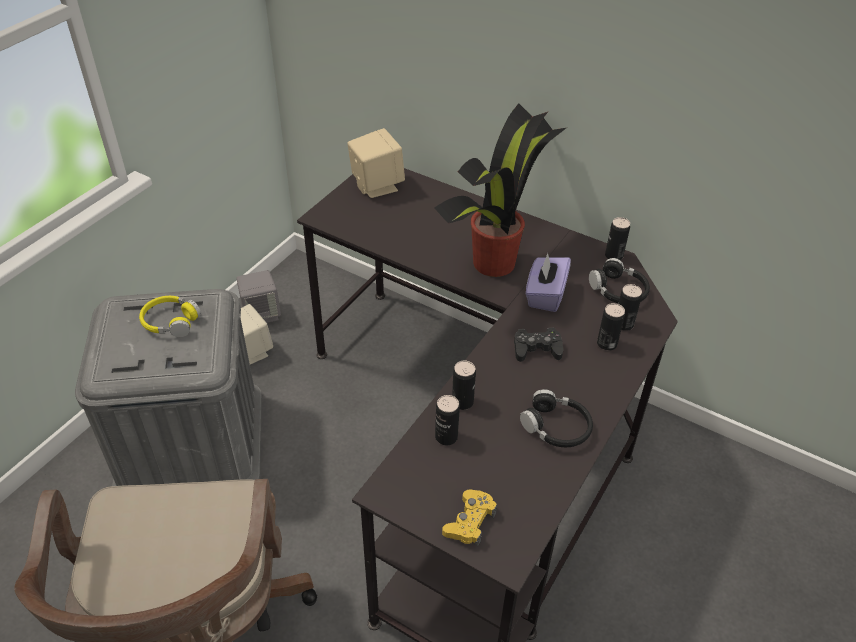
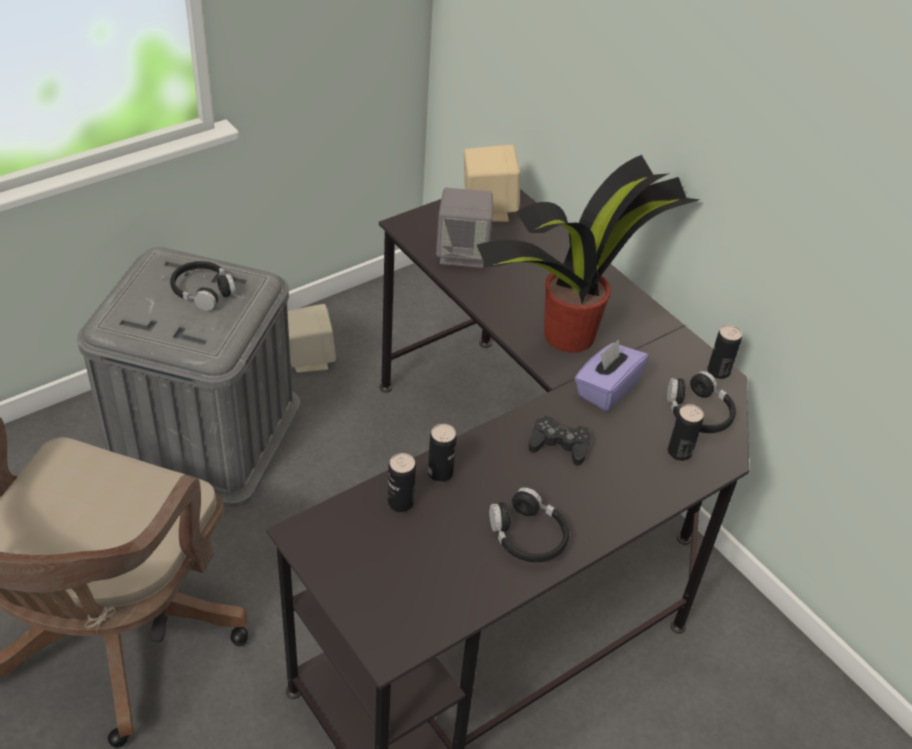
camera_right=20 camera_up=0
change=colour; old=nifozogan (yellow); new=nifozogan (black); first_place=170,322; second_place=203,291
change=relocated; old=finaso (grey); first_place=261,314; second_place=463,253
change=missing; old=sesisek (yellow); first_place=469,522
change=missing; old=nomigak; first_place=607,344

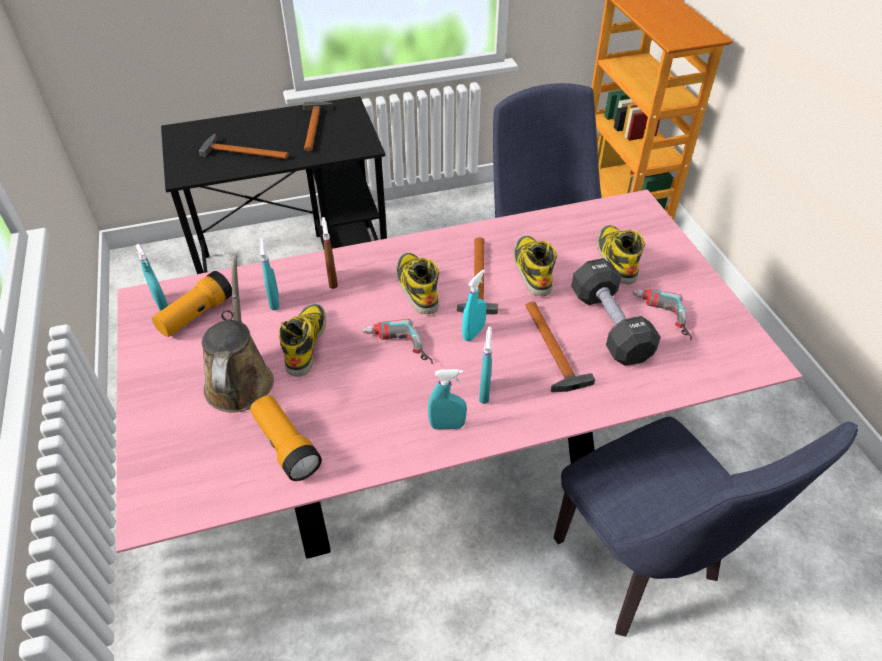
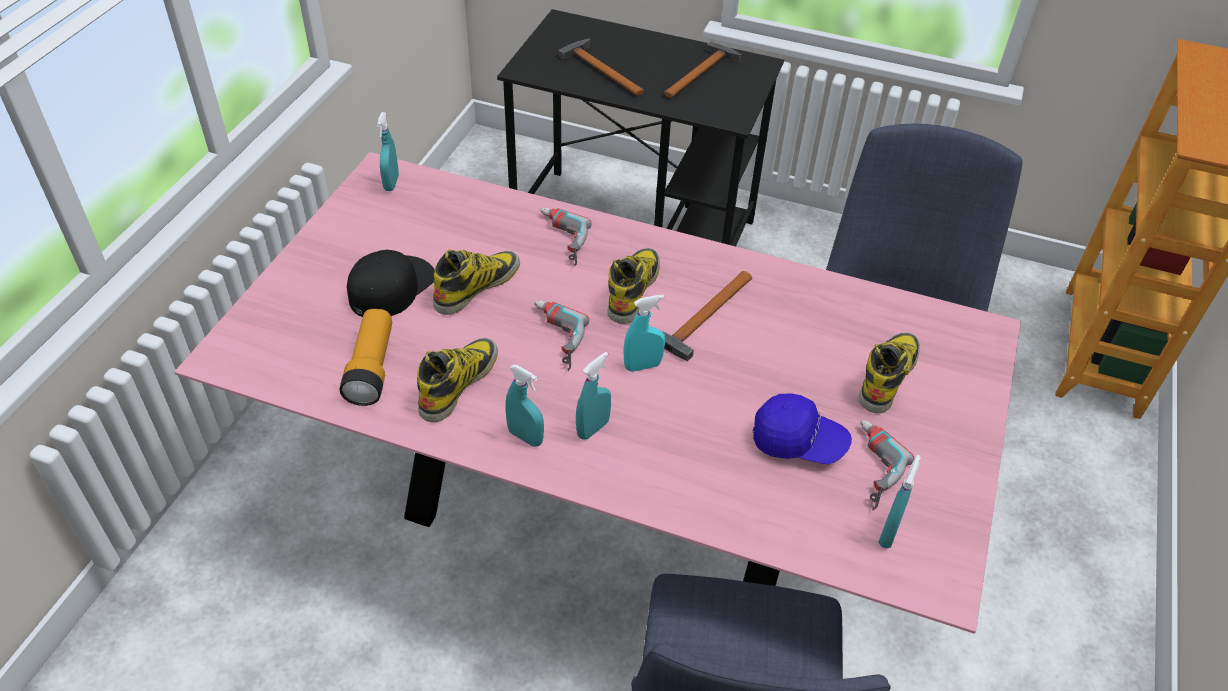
camera_right=35 camera_up=0
change=exchanged; old=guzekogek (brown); new=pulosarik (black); first_place=240,378; second_place=391,286
change=relocated; old=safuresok; first_place=531,269; second_place=458,383
change=exchanged; old=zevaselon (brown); new=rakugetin; first_place=332,280; second_place=558,240
change=exchanged; old=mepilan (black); new=pulosarik (blue); first_place=610,325; second_place=798,441
change=relocated; old=zevaselon (turquoise); first_place=274,301; second_place=888,533
change=missing; old=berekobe; first_place=196,315
change=missing; old=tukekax; first_place=553,351

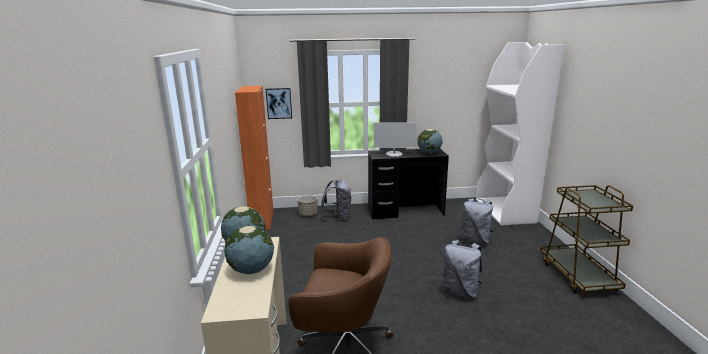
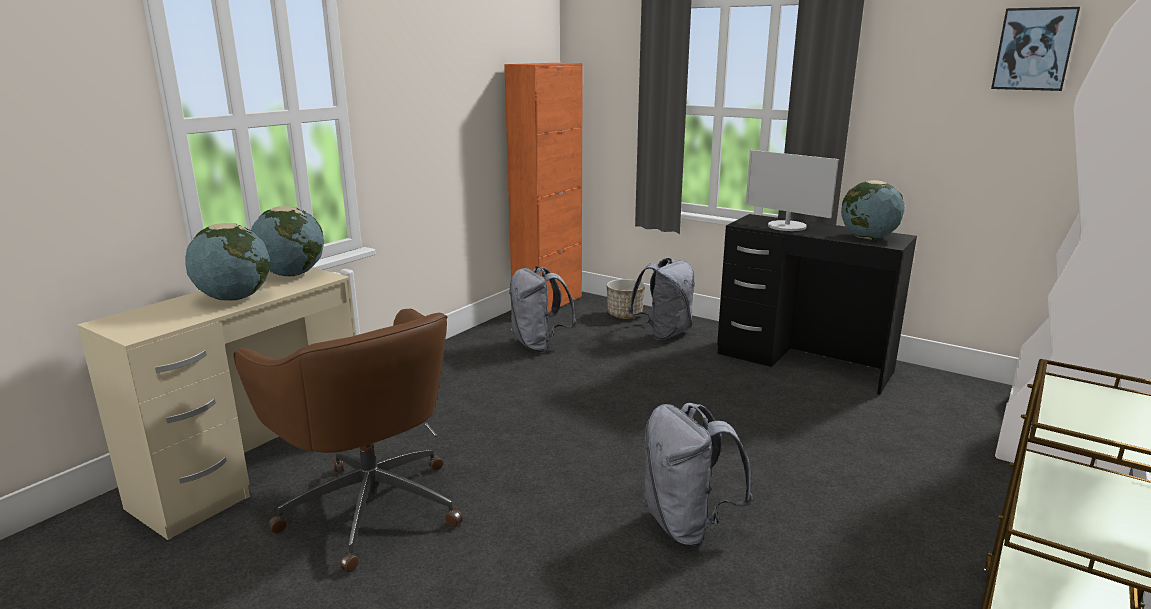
camera_right=40 camera_up=0
change=relocated; old=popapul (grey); first_place=475,240; second_place=539,345
change=relocated; old=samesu; first_place=279,103; second_place=1034,49

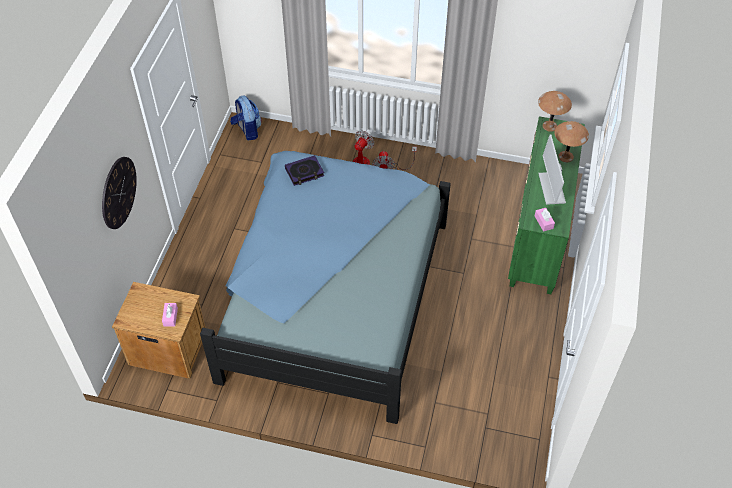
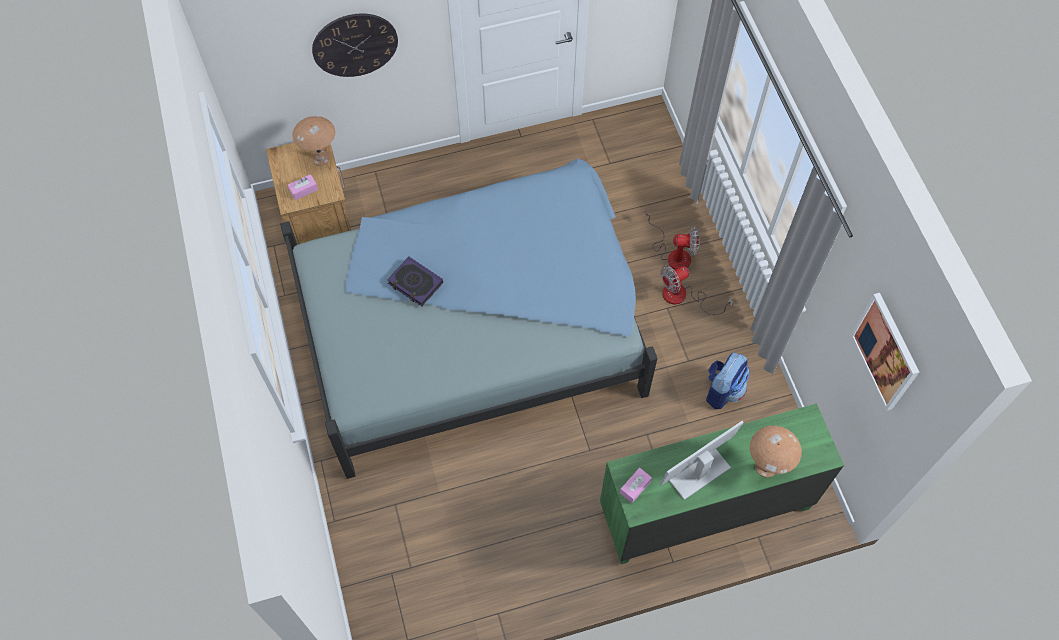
camera_right=60 camera_up=10
change=relocated; old=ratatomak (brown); first_place=550,126; second_place=320,158
change=relocated; old=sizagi; first_place=304,172; second_place=415,283
change=relocated; old=popapul; first_place=247,130; second_place=722,390
change=appeared; new=samesu; second_place=886,351

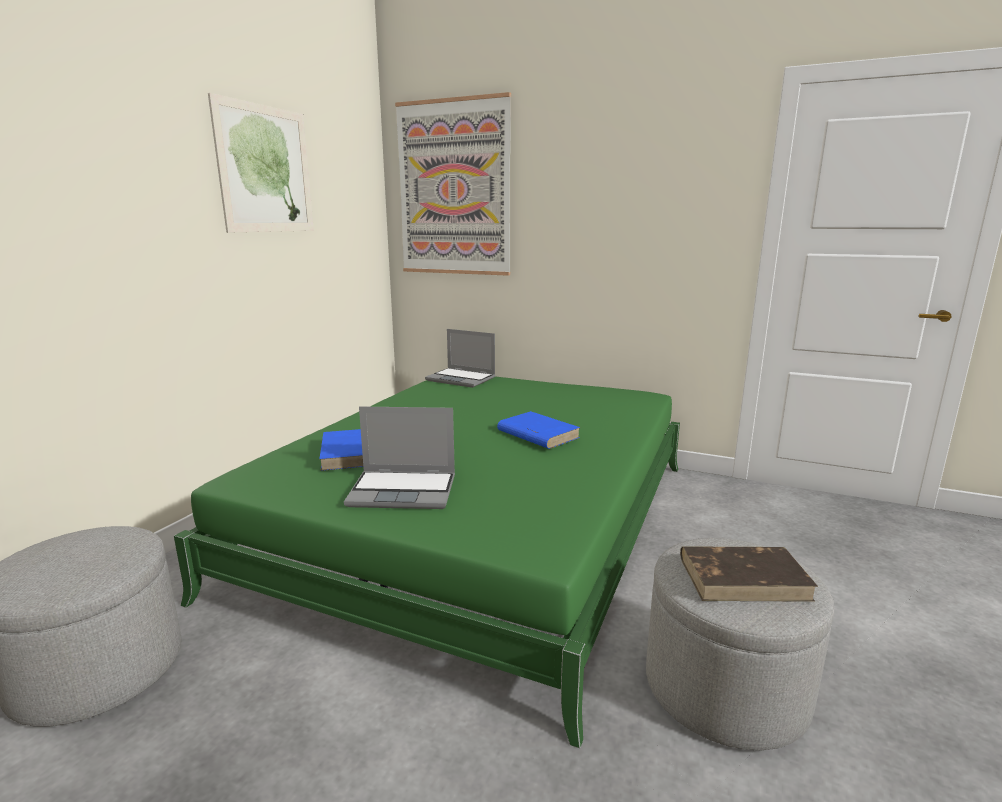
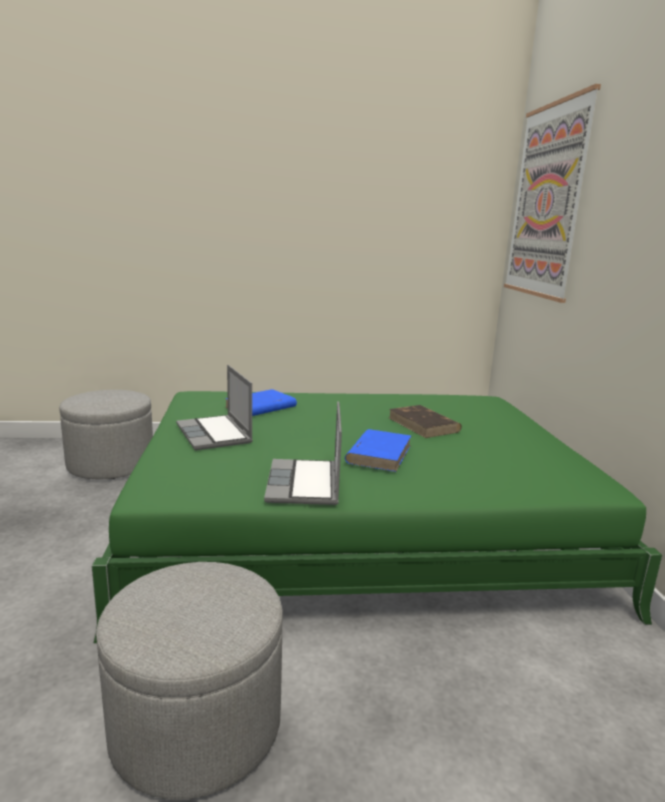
camera_right=60 camera_up=0
change=relocated; old=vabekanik; first_place=462,379; second_place=305,484
change=relocated; old=sizagi (brown); first_place=744,578; second_place=424,425
change=missing; old=samesu; first_place=266,169

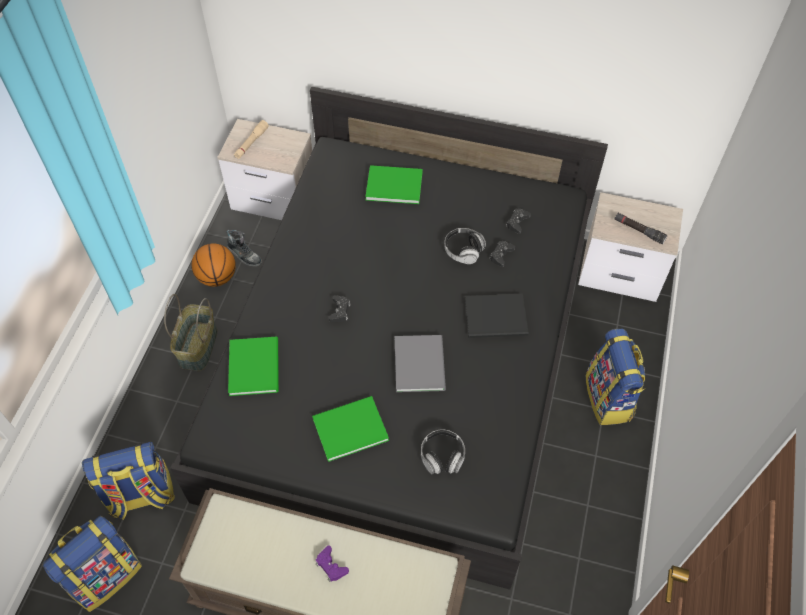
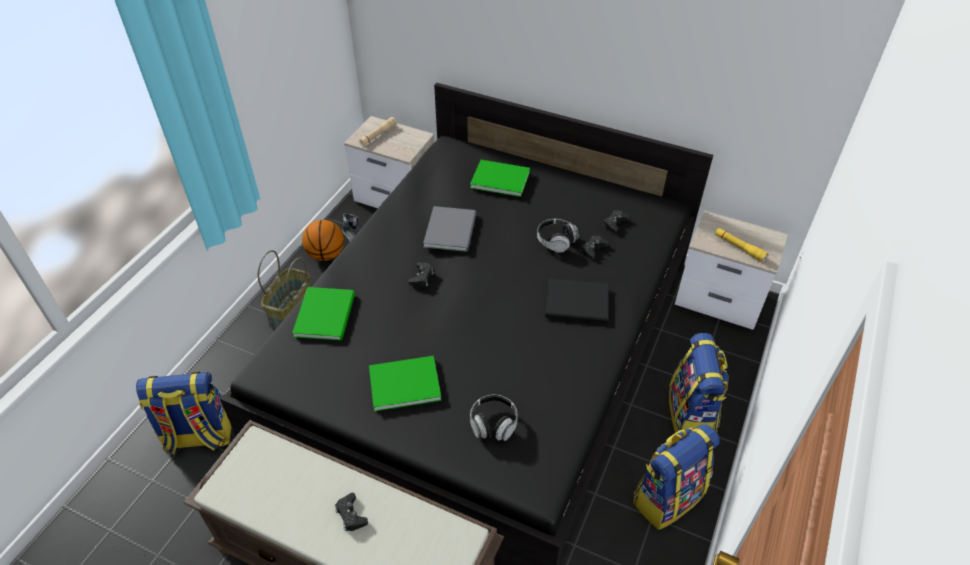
camera_right=10 camera_up=-10
change=colour; old=sesisek (purple); new=sesisek (black); first_place=331,566; second_place=351,515
change=relocated; old=sizagi (grey); first_place=421,362; second_place=452,229
change=relocated; old=popapul; first_place=105,574; second_place=667,497
change=colour; old=berekobe (black); new=berekobe (yellow); first_place=639,231; second_place=739,247

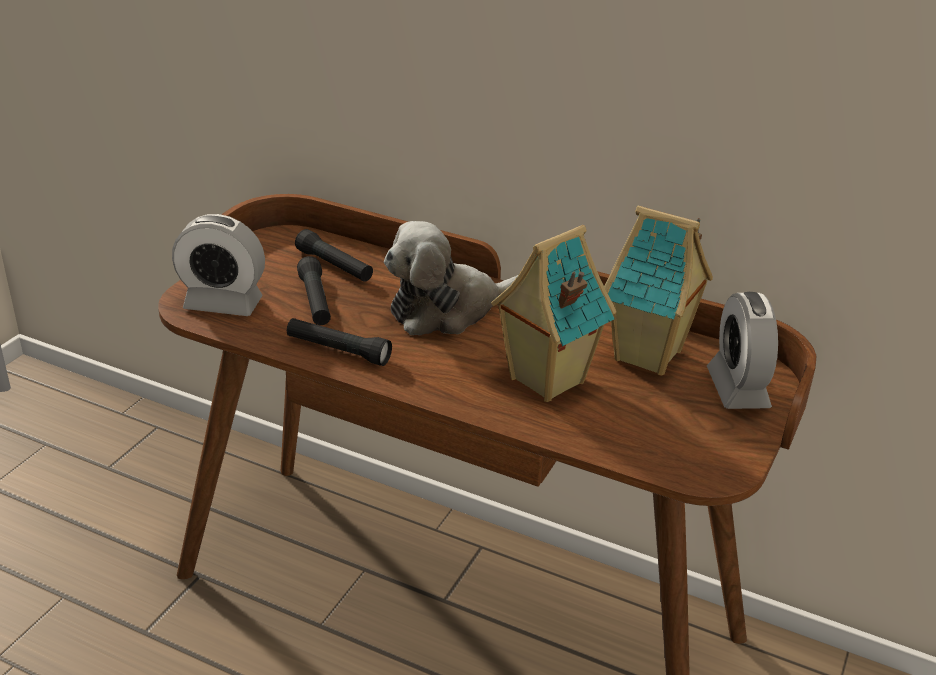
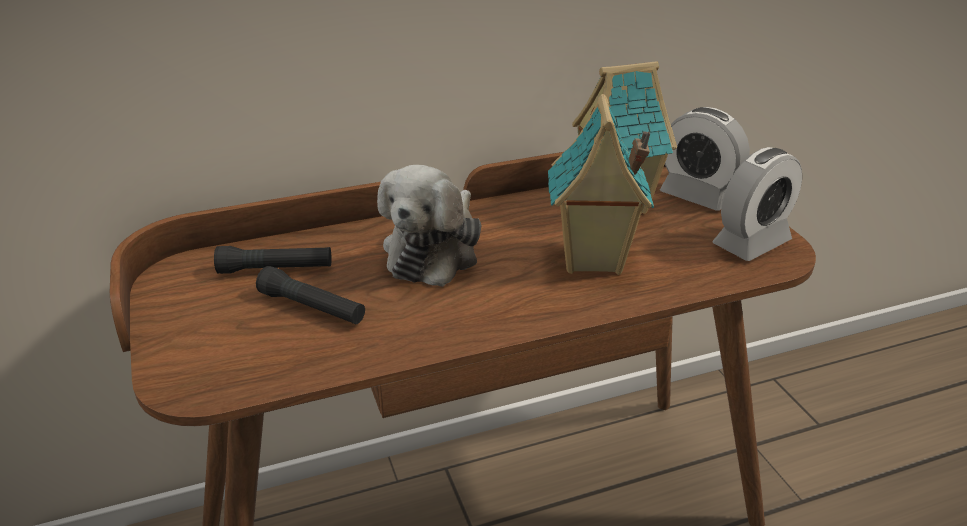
camera_right=-45 camera_up=0
change=relocated; old=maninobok; first_place=223,304; second_place=751,243
change=missing; old=berekobe (black); first_place=338,350

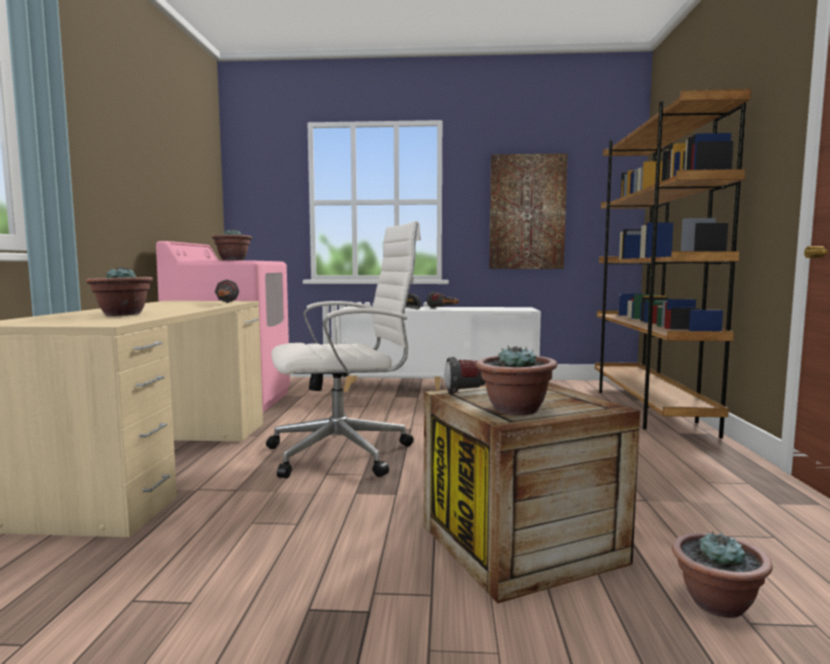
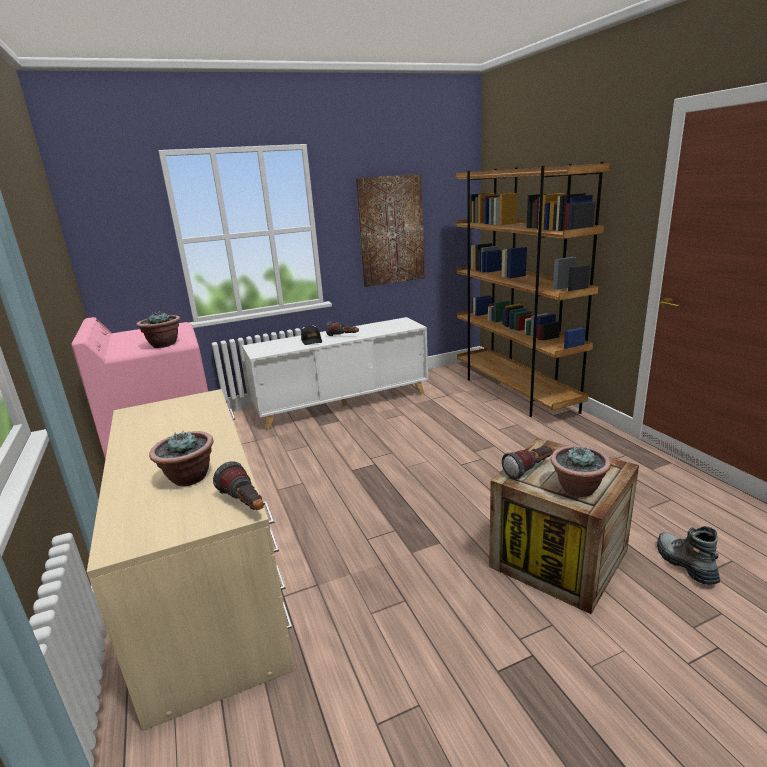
camera_right=-25 camera_up=15
change=relocated; old=berekobe; first_place=225,304; second_place=245,504
change=exchanged; old=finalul; new=safuresok; first_place=716,603; second_place=684,564
change=missing; old=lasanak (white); first_place=345,453

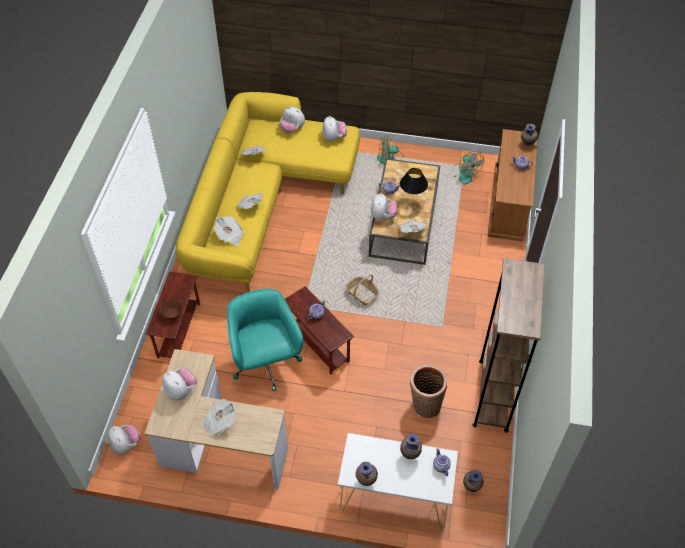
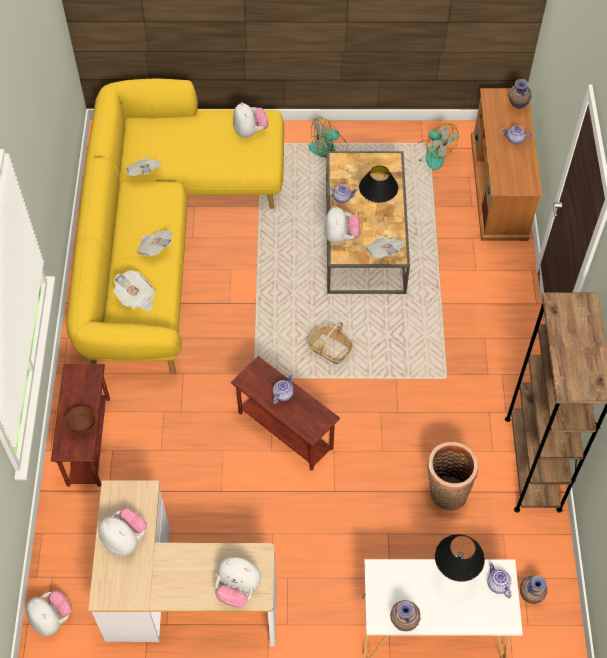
camera_right=-10 camera_up=5
change=relocated; old=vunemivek; first_place=292,129; second_place=238,588
change=exchanged; old=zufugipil; new=ratatomak (black); first_place=410,455; second_place=454,576
change=missing; old=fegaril; first_place=219,422
change=missing; old=lasanak (turquoise); first_place=266,363

